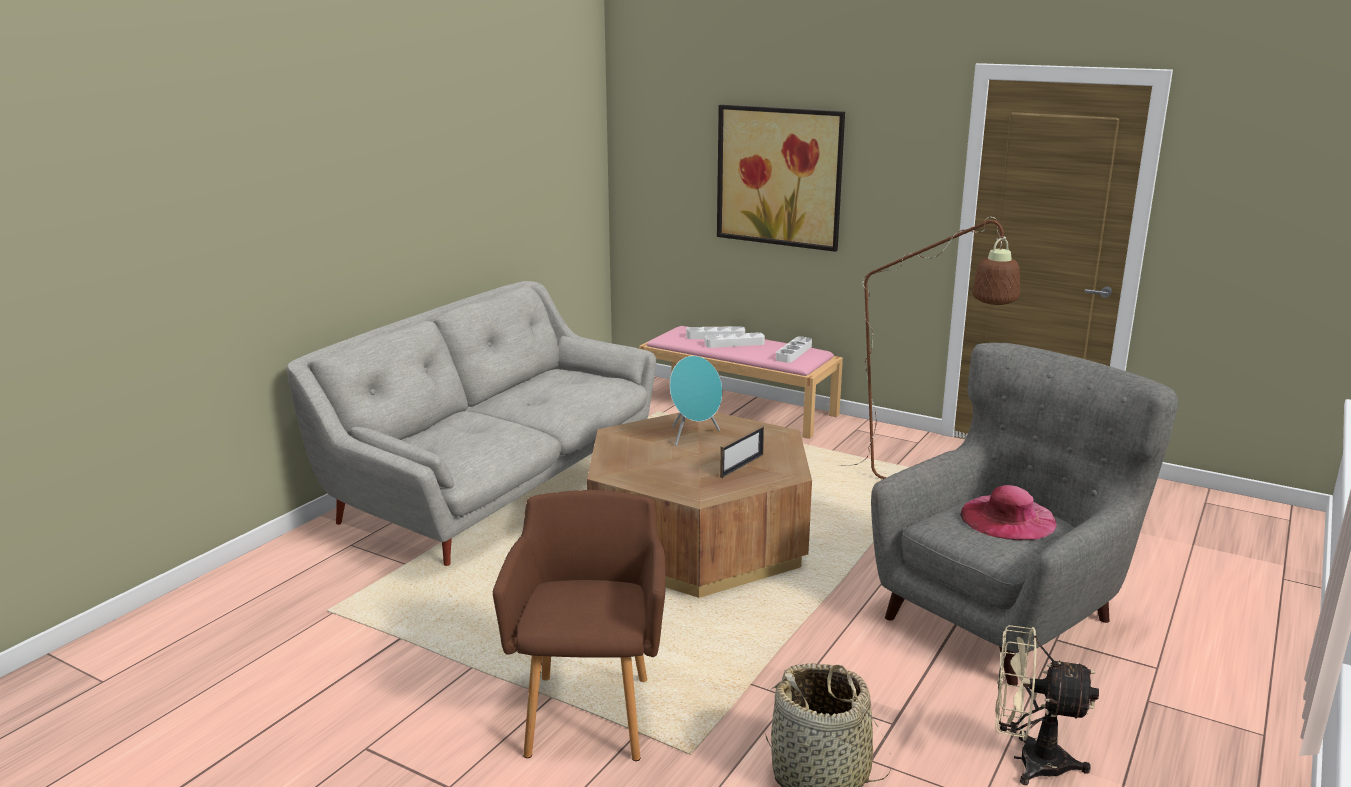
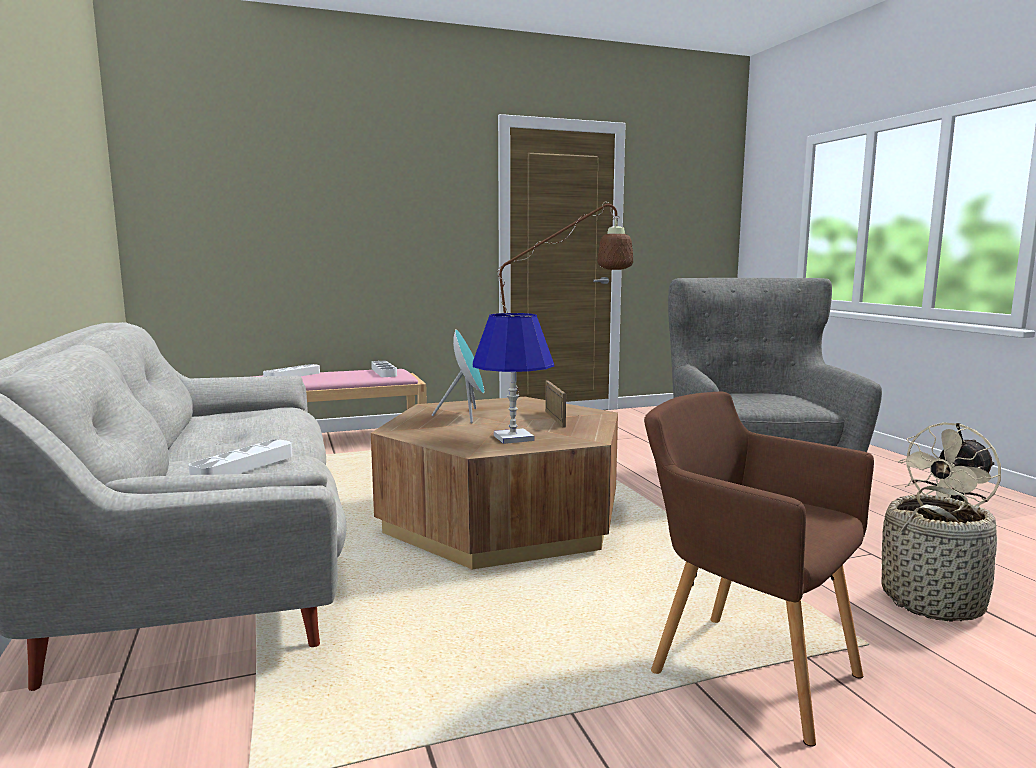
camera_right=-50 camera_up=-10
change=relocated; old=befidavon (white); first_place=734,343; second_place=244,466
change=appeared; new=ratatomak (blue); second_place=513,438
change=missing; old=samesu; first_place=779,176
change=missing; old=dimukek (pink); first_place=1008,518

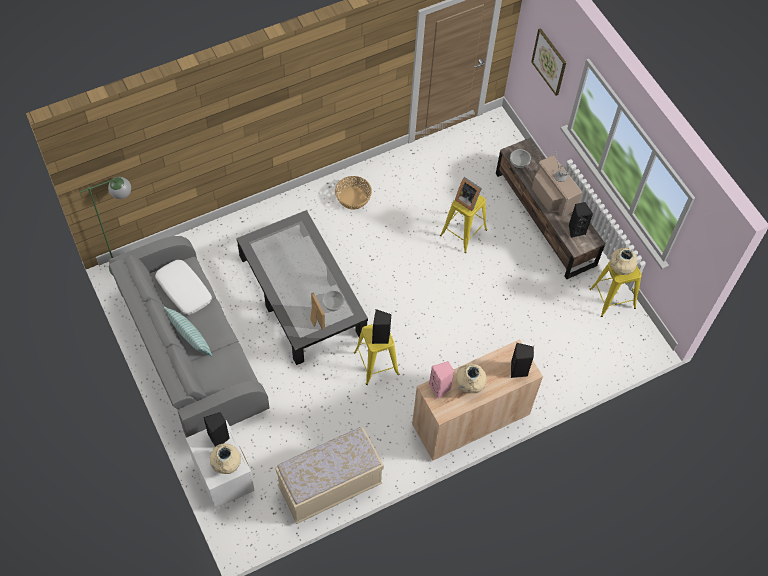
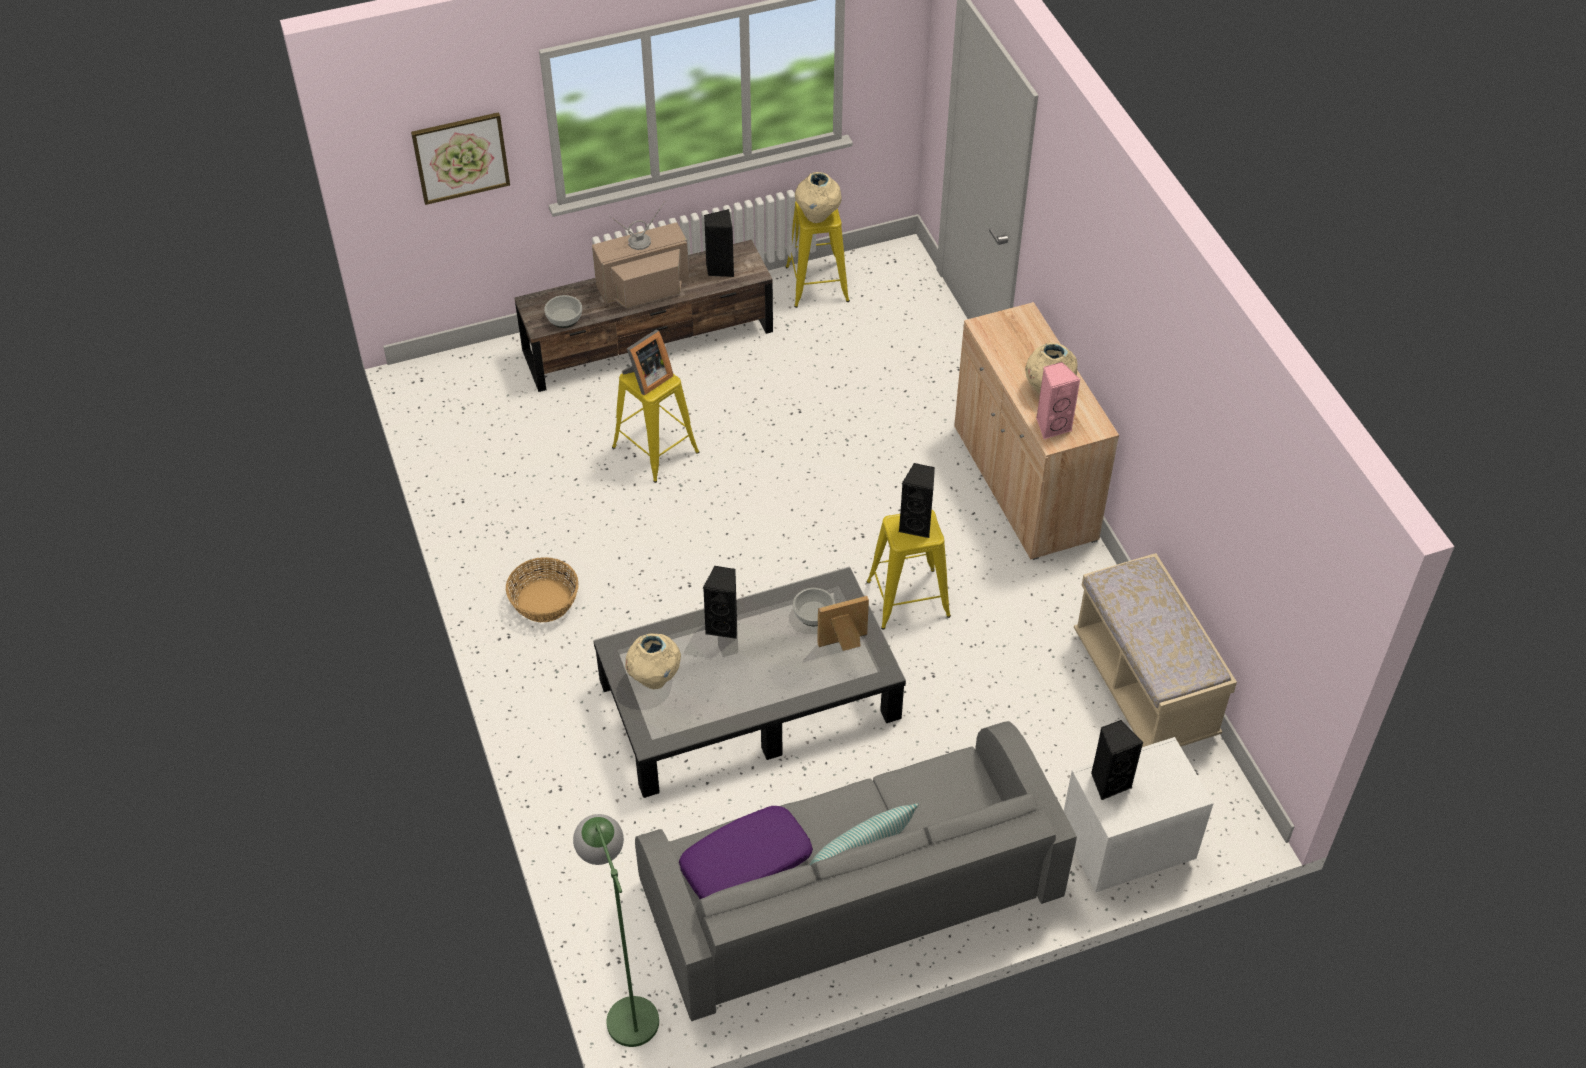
camera_right=-80 camera_up=-10
change=relocated; old=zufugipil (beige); first_place=226,465; second_place=654,678
change=colour; old=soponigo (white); new=soponigo (purple); first_place=183,290; second_place=746,864
change=relocated; old=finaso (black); first_place=519,370; second_place=724,625

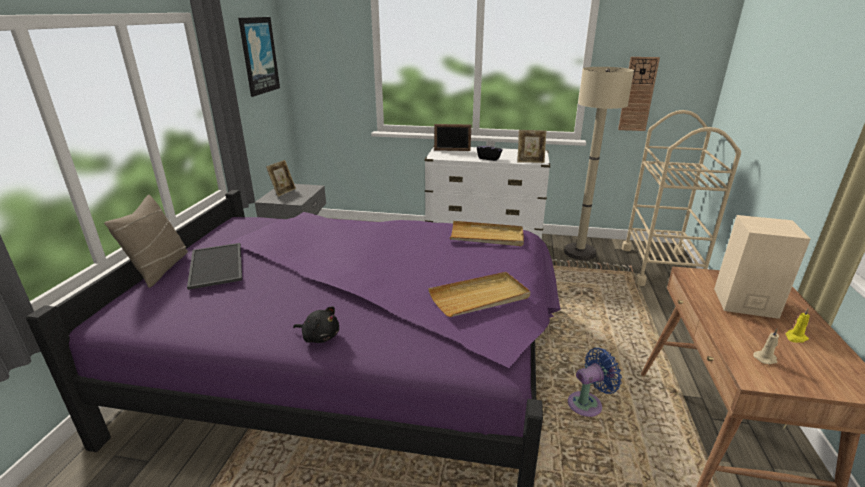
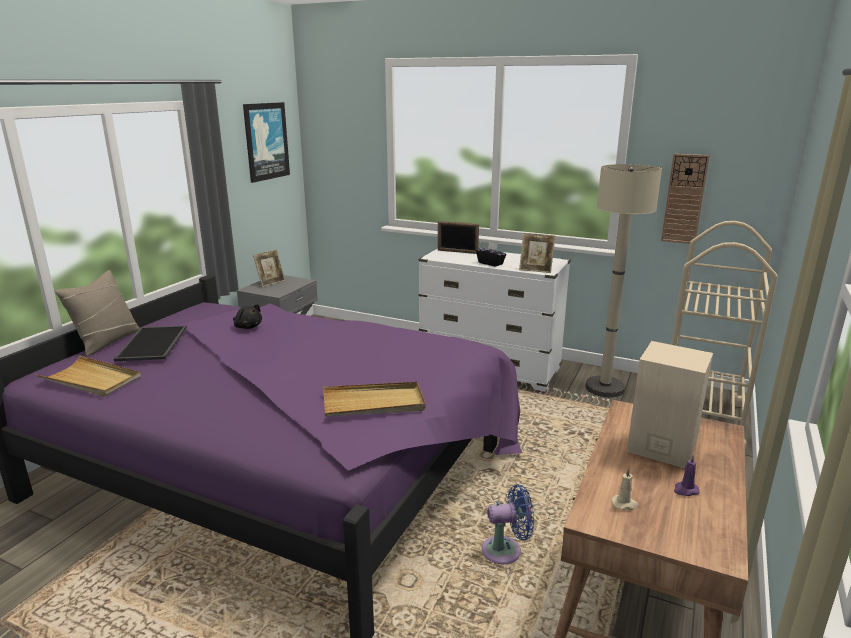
camera_right=15 camera_up=-5
change=relocated; old=befidavon (beige); first_place=487,236; second_place=91,379
change=relocated; old=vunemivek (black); first_place=319,336; second_place=248,327
change=colour; old=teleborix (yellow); new=teleborix (purple); first_place=795,337; second_place=685,490

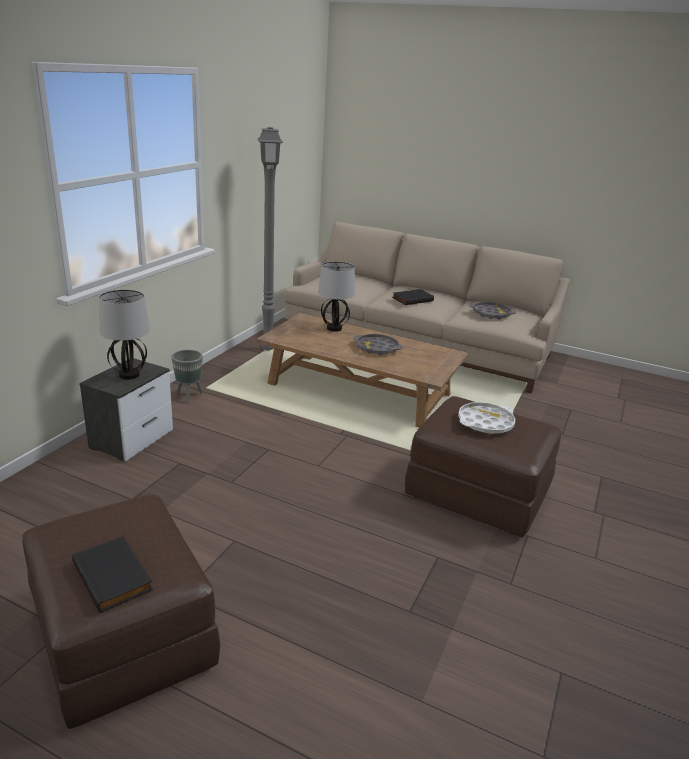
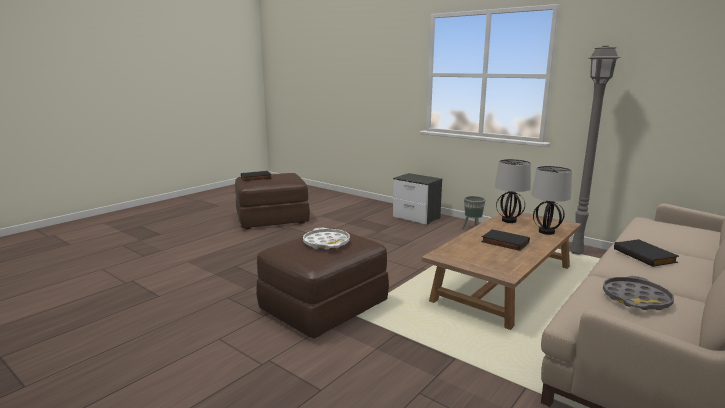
camera_right=105 camera_up=-10
change=exchanged; old=befidavon (grey); new=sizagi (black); first_place=377,348; second_place=504,243
change=relocated; old=ratatomak; first_place=129,375; second_place=509,220

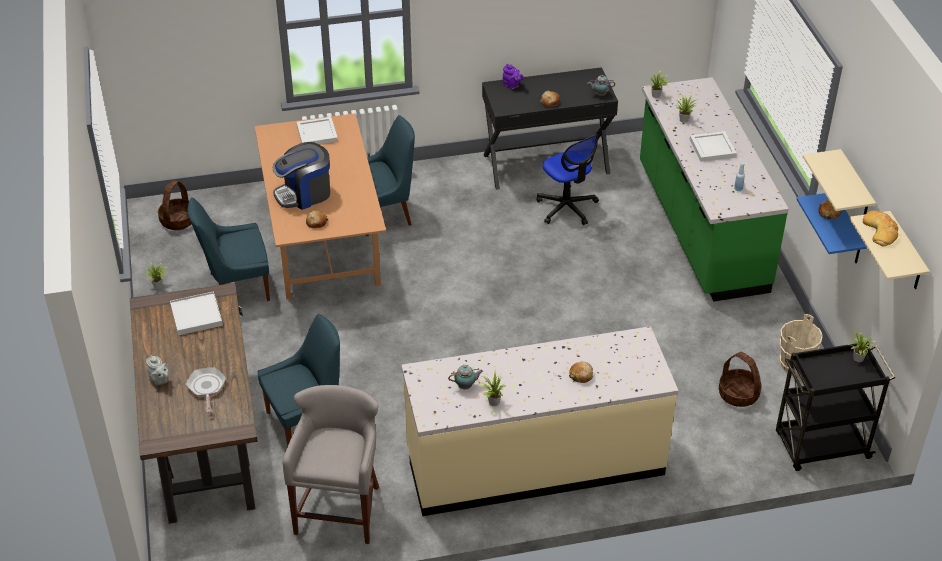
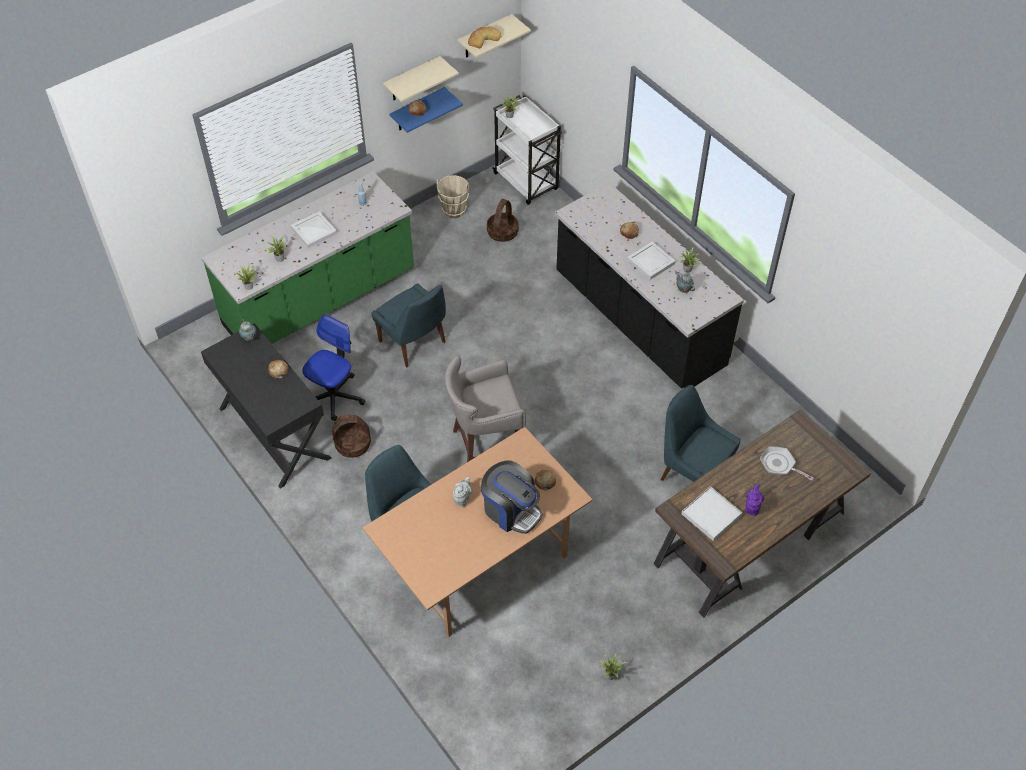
camera_right=-115 camera_up=10
change=relocated; old=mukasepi; first_place=178,220; second_place=352,445
change=relocated; old=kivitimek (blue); first_place=236,287; second_place=414,343
change=relocated; old=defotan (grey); first_place=340,508; second_place=485,445
change=relocated; old=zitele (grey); first_place=159,380; second_place=462,498
change=colour; old=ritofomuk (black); new=ritofomuk (white); first_place=820,446; second_place=526,182
change=colour; old=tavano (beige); new=tavano (black); first_place=534,462; second_place=638,320
change=relocated; old=befidavon (white); first_place=316,133; second_place=650,262
change=relocated; old=zitele (purple); first_place=512,85; second_place=752,507
change=spun; old=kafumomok; first_place=206,388; second_place=779,465; degrees=75

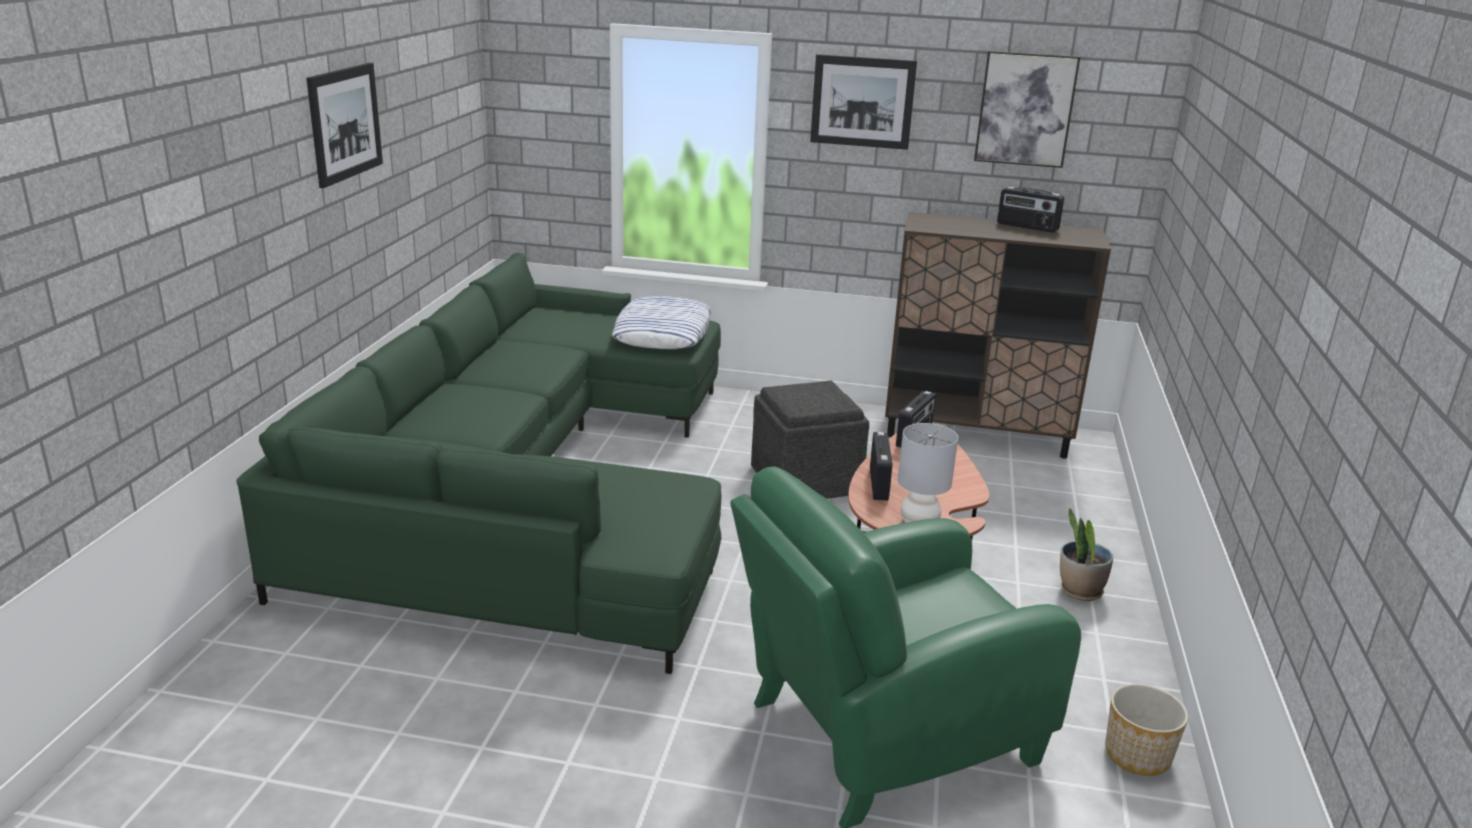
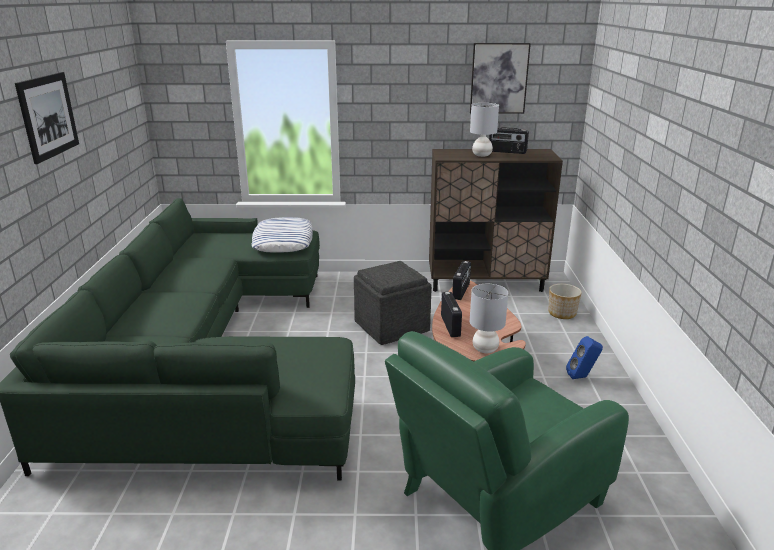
camera_right=-10 camera_up=0
change=appeared; new=ratatomak (grey); second_place=481,155
change=relocated; old=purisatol; first_place=1138,755; second_place=562,313
change=exchanged; old=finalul; new=finaso (blue); first_place=1080,591; second_place=582,377
change=missing; old=samesu; first_place=862,102

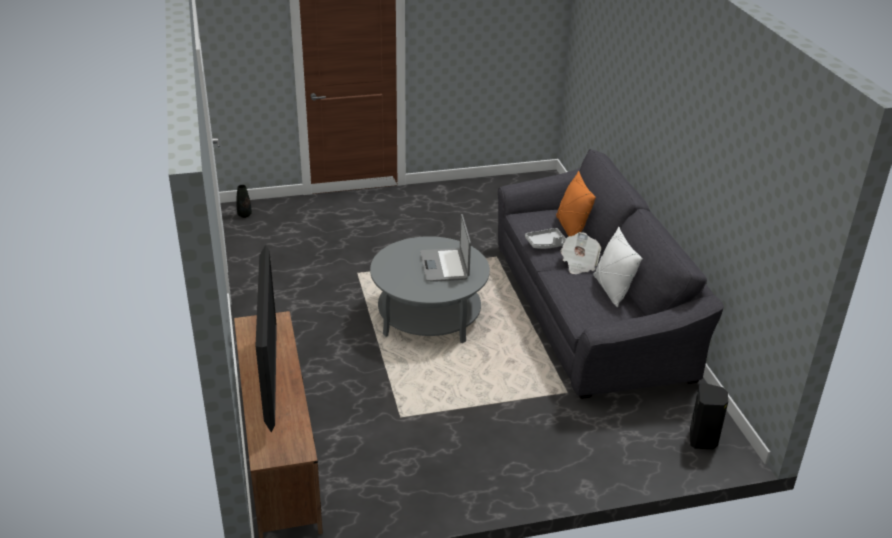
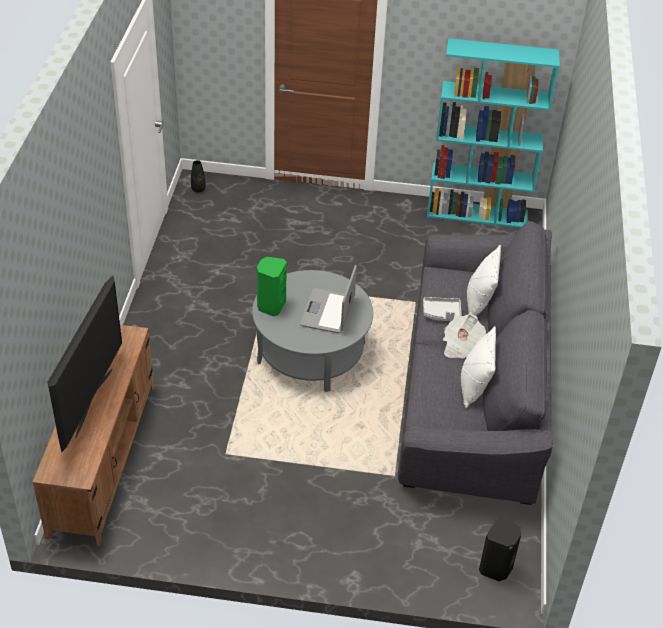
camera_right=20 camera_up=10
change=appeared; new=finaso (green); second_place=270,306
change=appeared; new=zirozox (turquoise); second_place=478,213
change=colour; old=soponigo (orange); new=soponigo (white); first_place=571,229; second_place=479,302

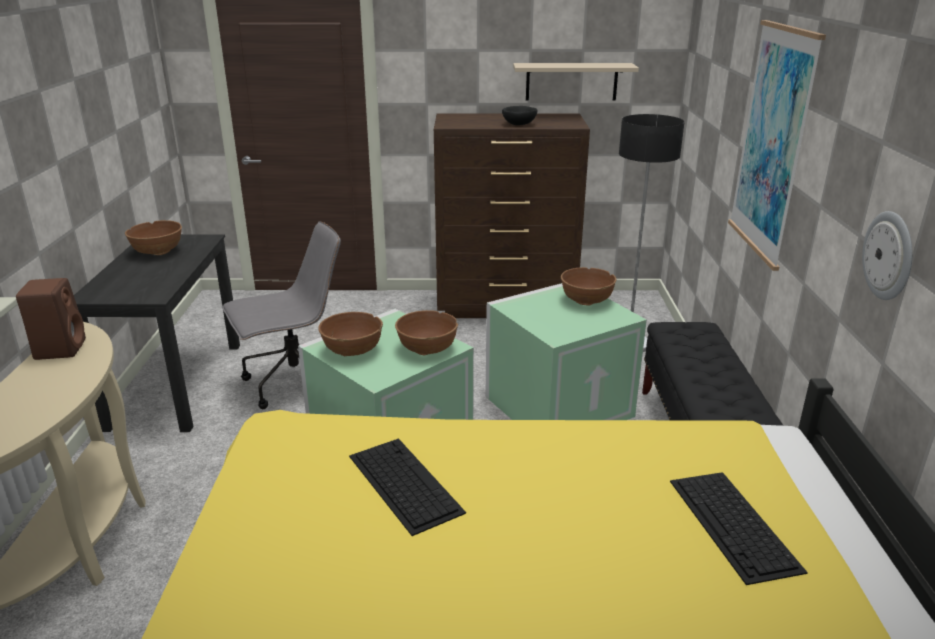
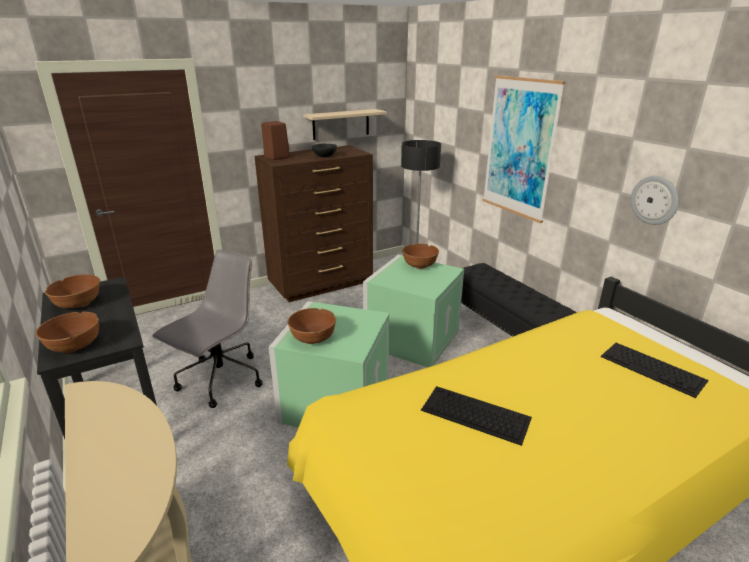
camera_right=-30 camera_up=0
change=relocated; old=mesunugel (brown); first_place=427,348; second_place=74,346
change=relocated; old=finaso (brown); first_place=60,348; second_place=276,157

